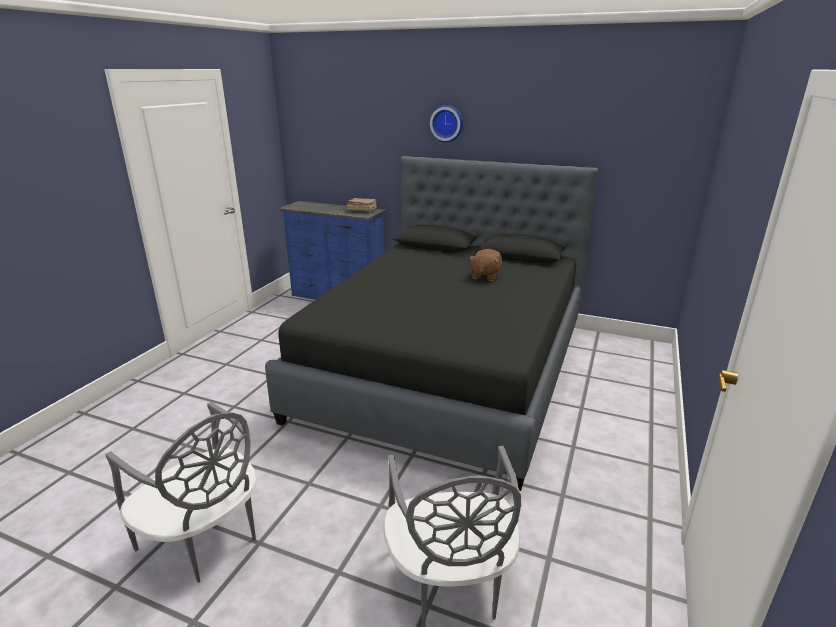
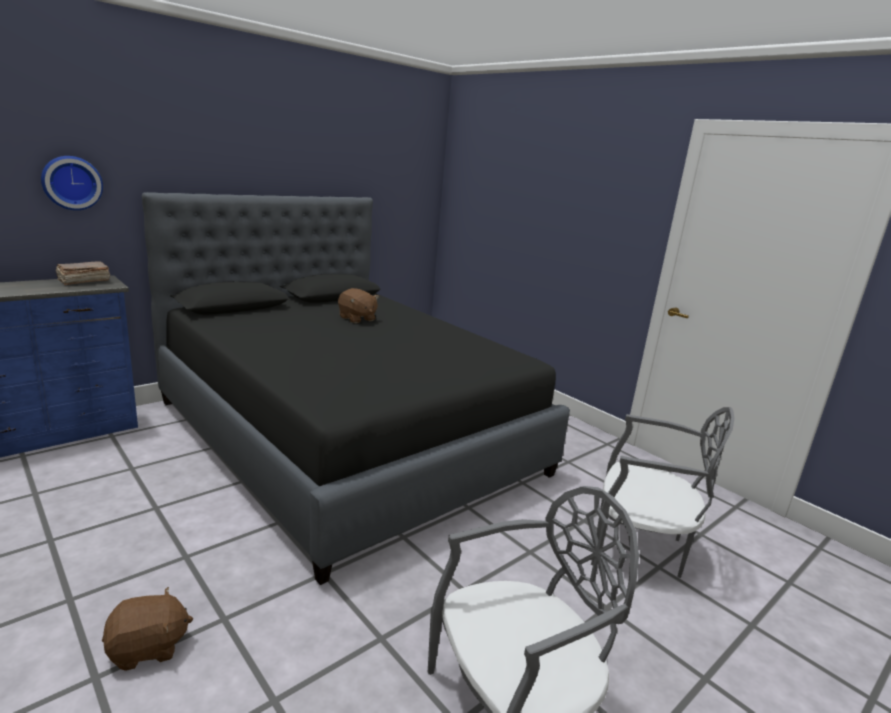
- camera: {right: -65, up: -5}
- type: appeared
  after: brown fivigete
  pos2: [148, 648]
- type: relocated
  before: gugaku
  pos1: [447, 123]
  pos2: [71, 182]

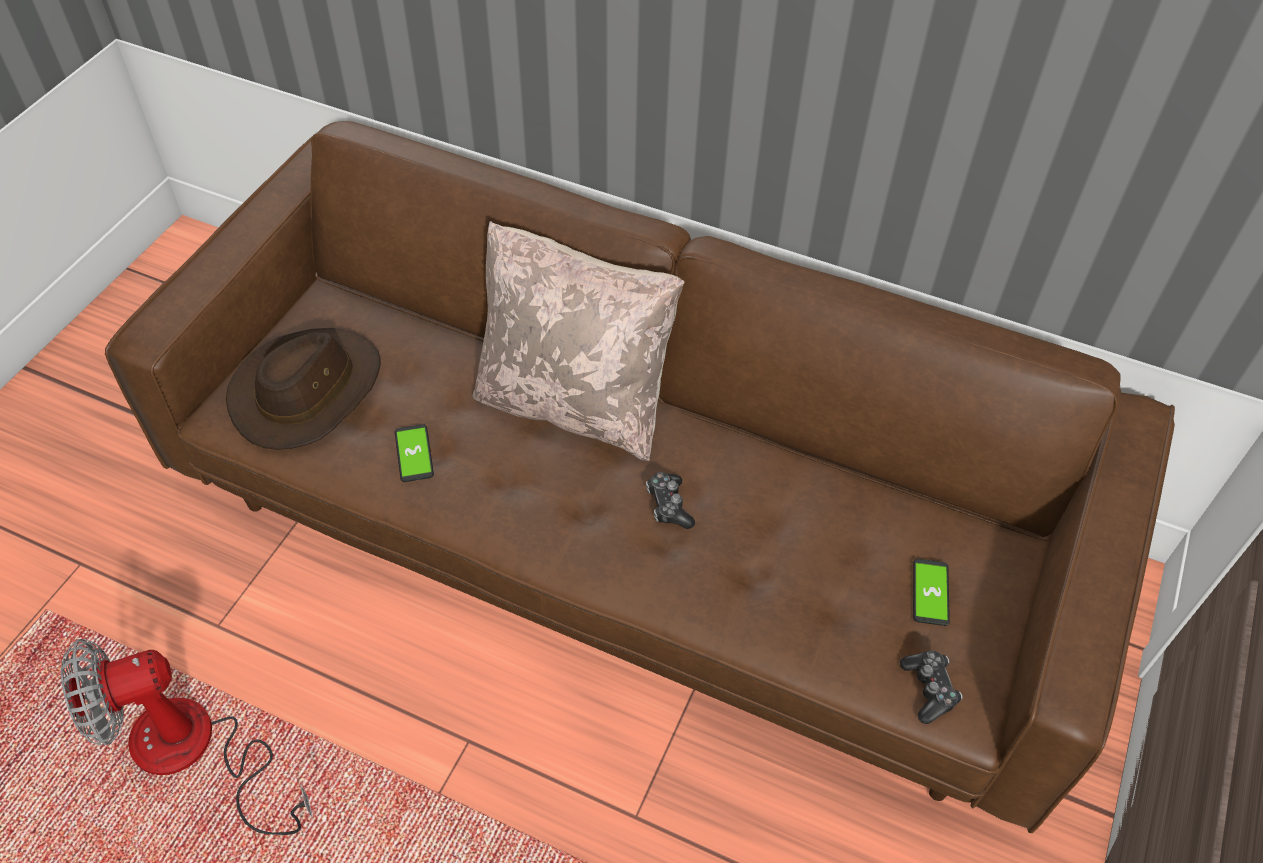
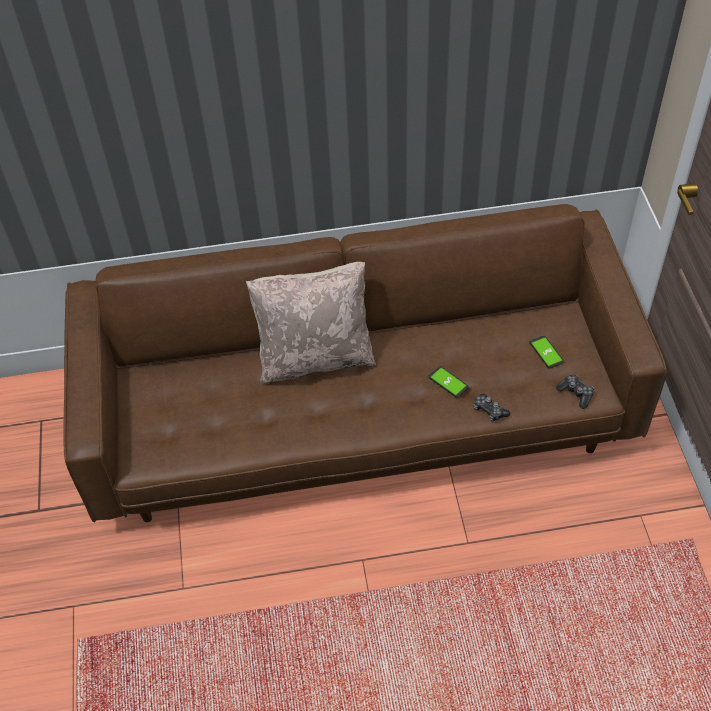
- camera: {right: -30, up: 0}
- type: missing
  before: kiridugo
  pos1: [195, 753]
- type: missing
  before: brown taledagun
  pos1: [307, 391]
- type: relocated
  before: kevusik
  pos1: [414, 454]
  pos2: [448, 382]
- type: relocated
  before: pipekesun
  pos1: [668, 505]
  pos2: [489, 411]

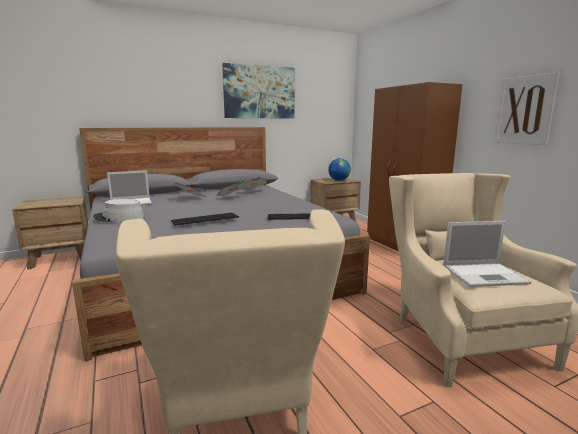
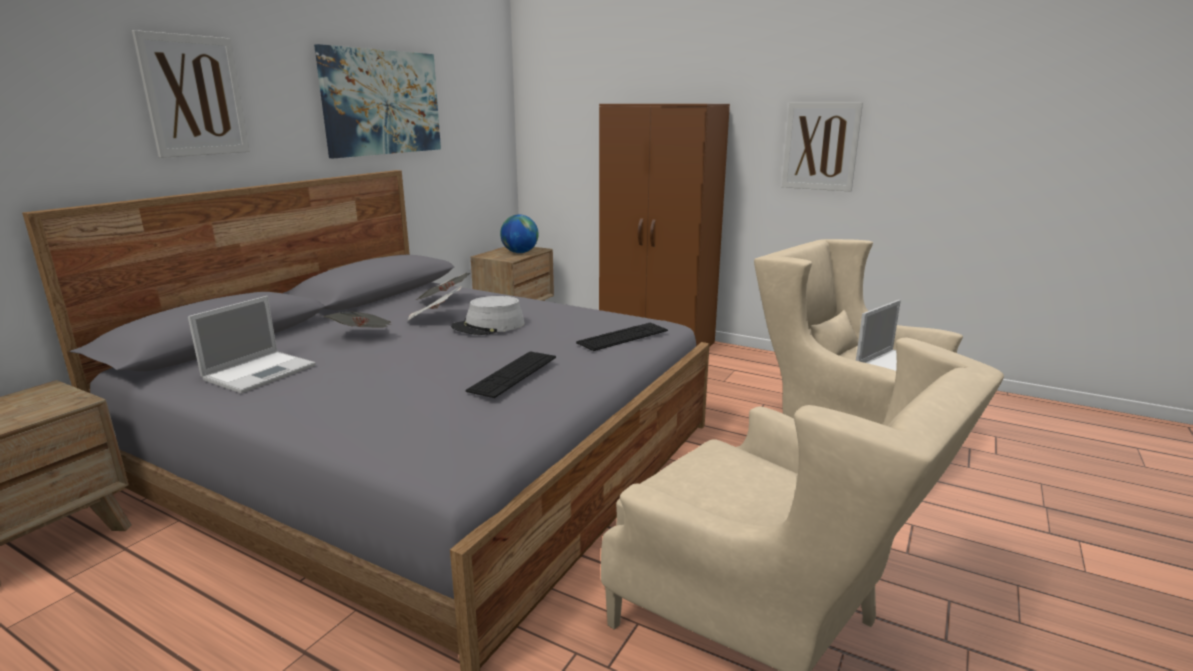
- camera: {right: -35, up: 5}
- type: appeared
  after: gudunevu
  pos2: [194, 96]
- type: relocated
  before: grey taledagun
  pos1: [119, 218]
  pos2: [489, 326]

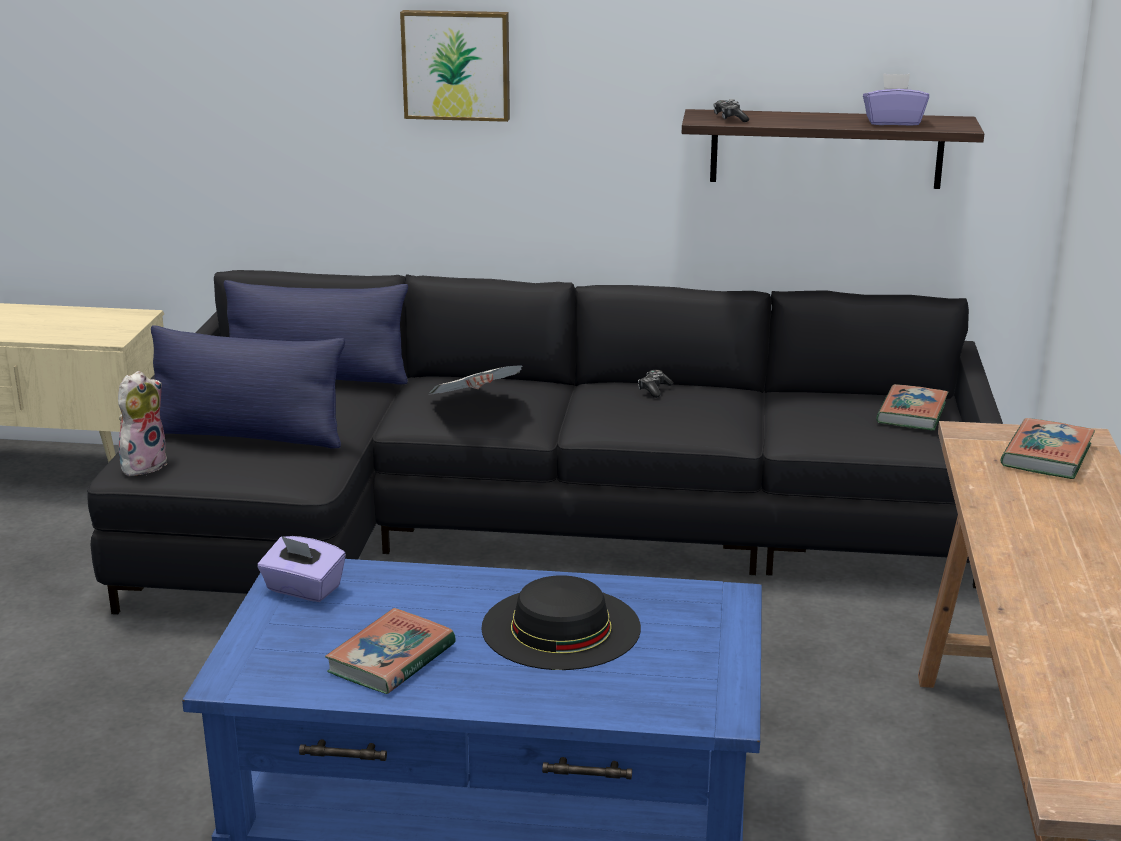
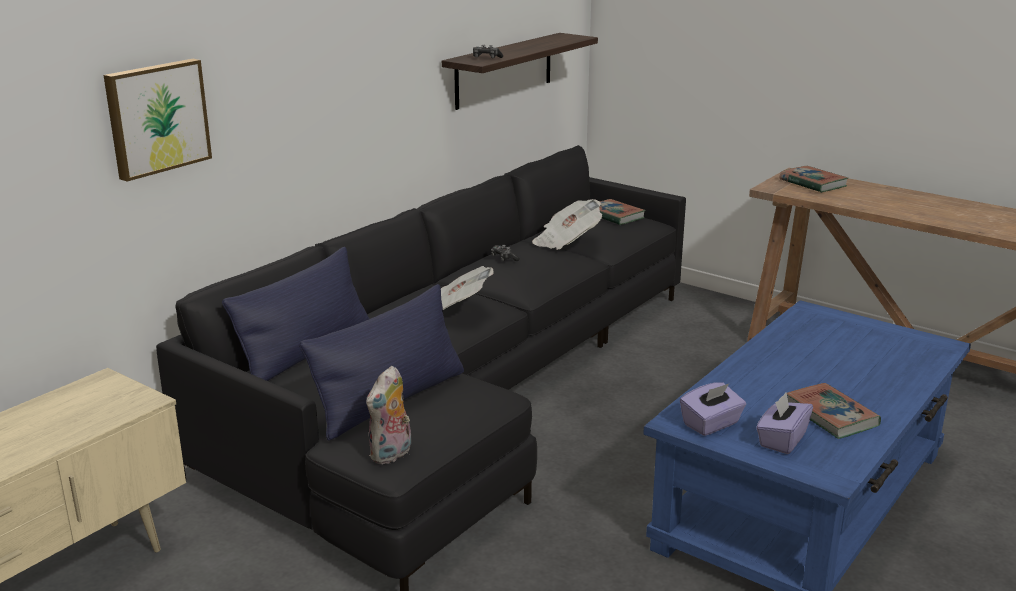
- camera: {right: -60, up: 0}
- type: missing
  before: black taledagun
  pos1: [561, 627]
- type: appeared
  after: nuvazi
  pos2: [566, 242]
- type: relocated
  before: gudunevu
  pos1: [456, 64]
  pos2: [156, 117]
- type: relocated
  before: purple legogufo
  pos1: [893, 122]
  pos2: [781, 440]
- type: spun
  before: fivigete
  pos1: [143, 464]
  pos2: [392, 454]
  turn: -120

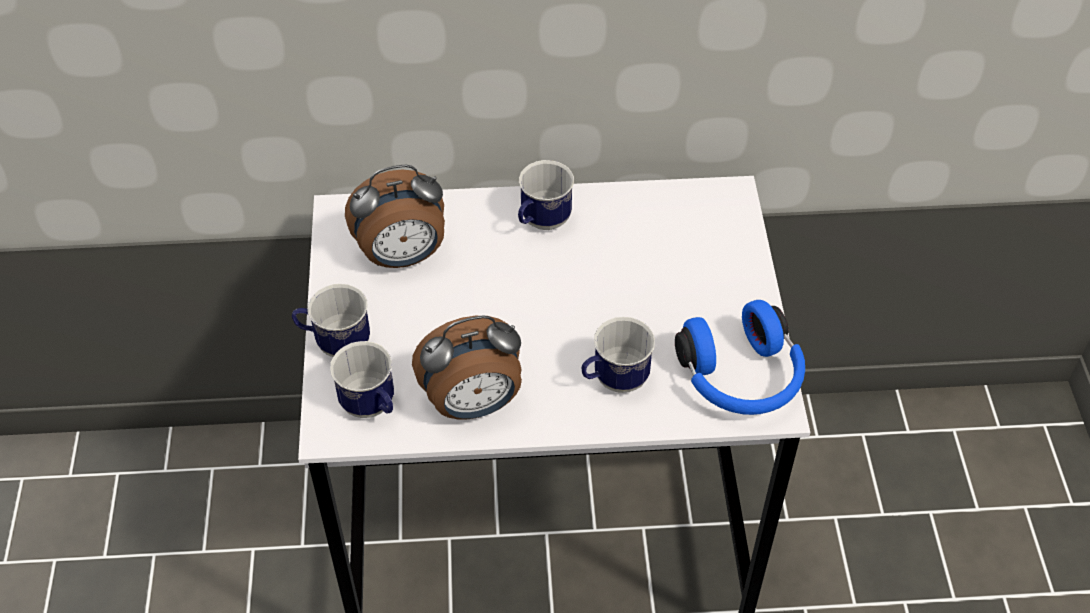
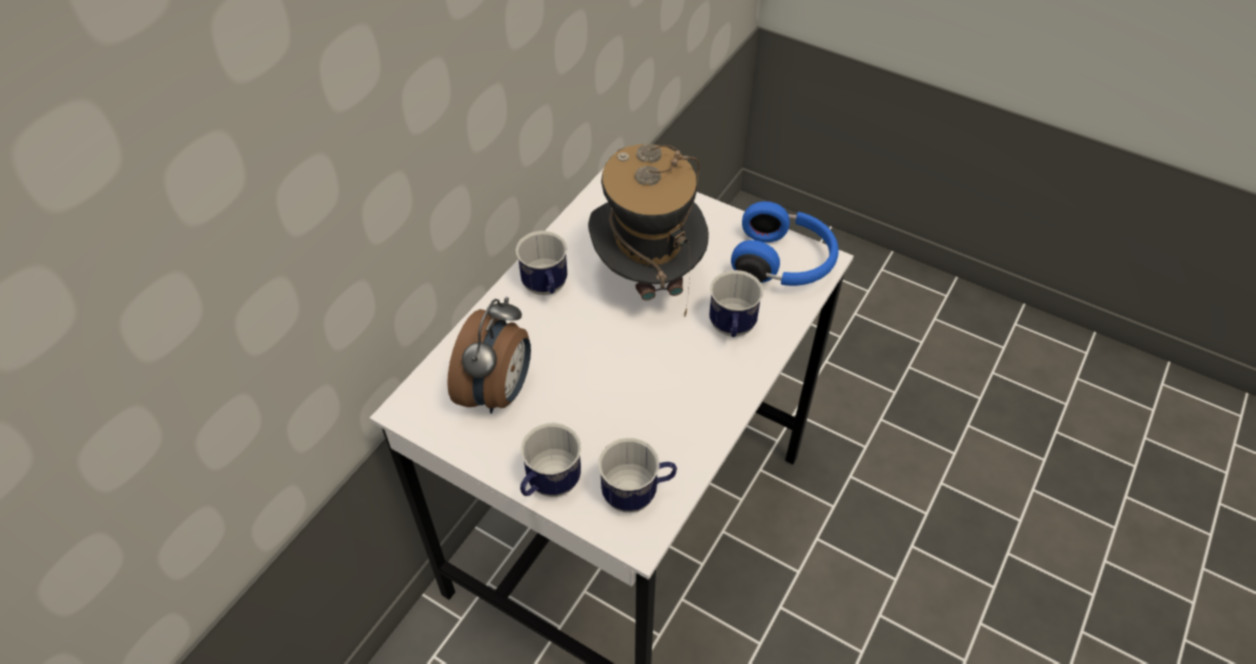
- camera: {right: -55, up: 0}
- type: missing
  before: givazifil
  pos1: [473, 404]
- type: appeared
  after: taledagun
  pos2: [647, 279]

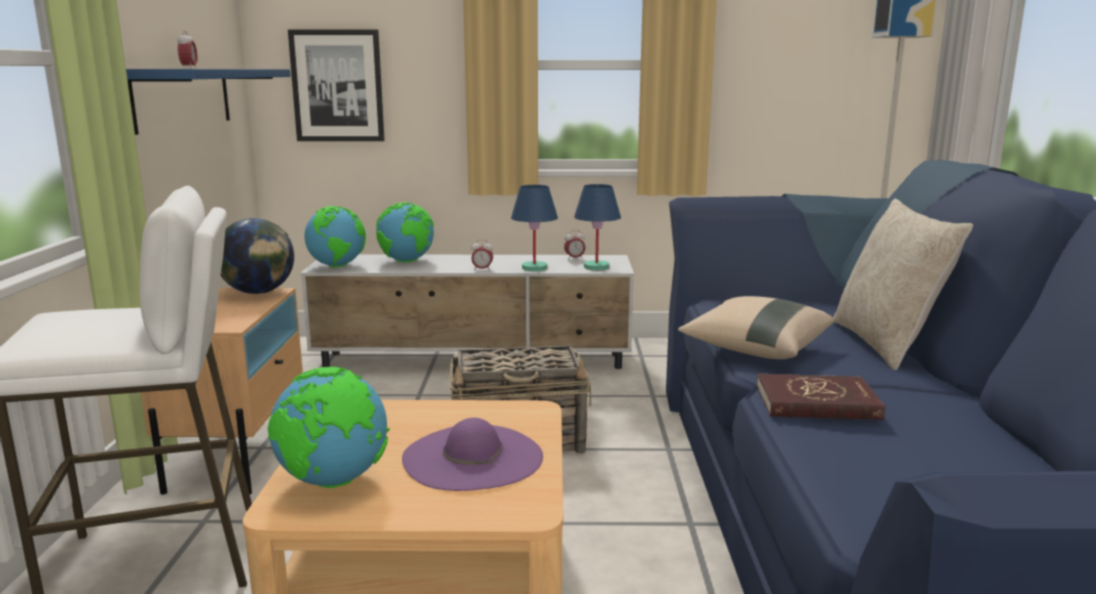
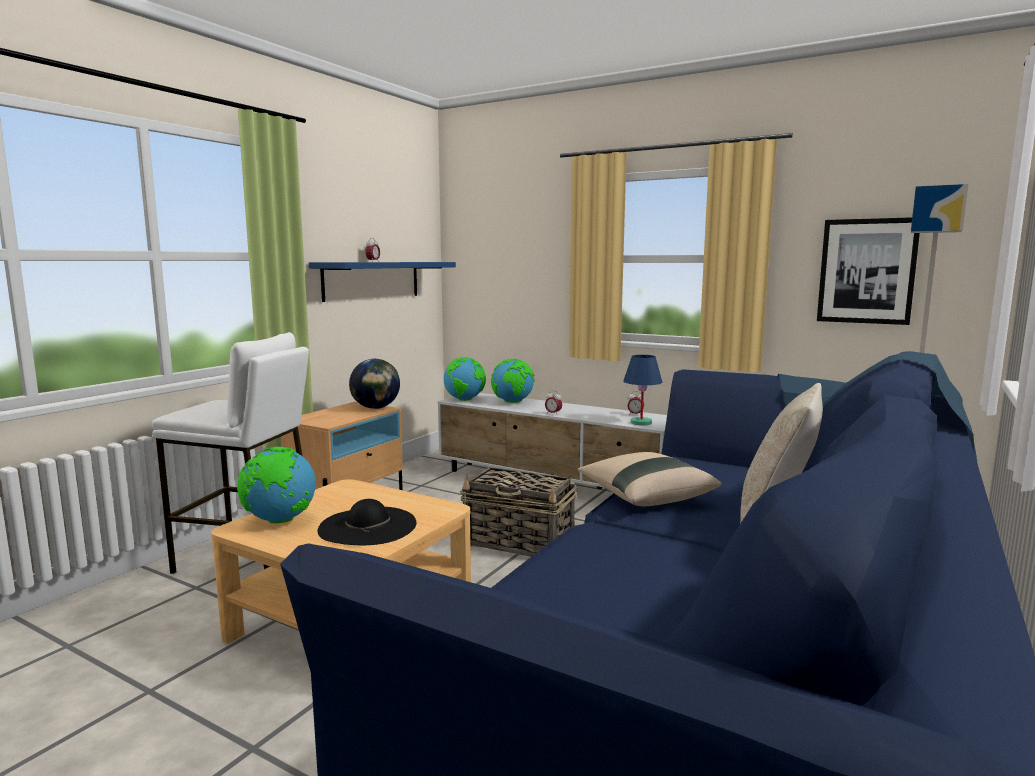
- camera: {right: 30, up: -5}
- type: missing
  before: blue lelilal
  pos1: [535, 268]
- type: missing
  before: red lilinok
  pos1: [817, 402]
- type: relocated
  before: gudunevu
  pos1: [337, 86]
  pos2: [866, 271]
- type: colour
  before: purple taledagun
  after: black taledagun
  pos1: [472, 457]
  pos2: [367, 526]

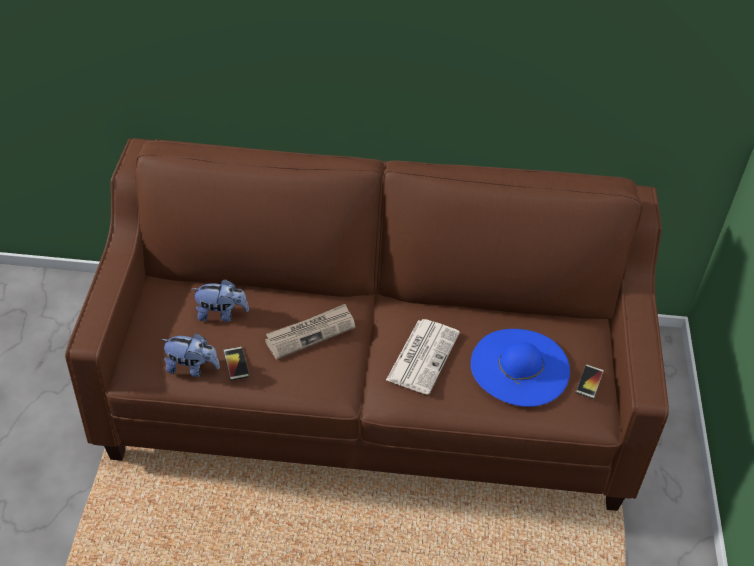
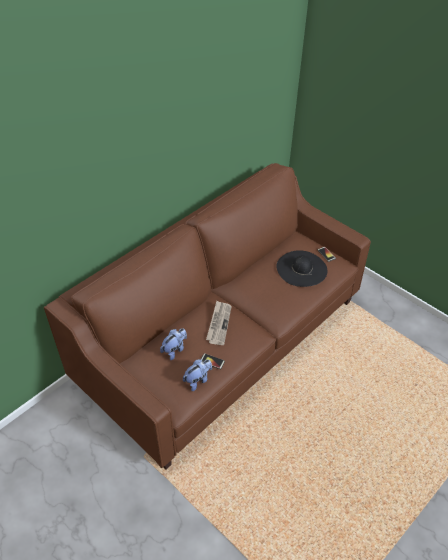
- camera: {right: -50, up: 0}
- type: missing
  before: nuvazi
  pos1: [423, 355]
- type: colour
  before: blue taledagun
  after: black taledagun
  pos1: [520, 367]
  pos2: [301, 268]

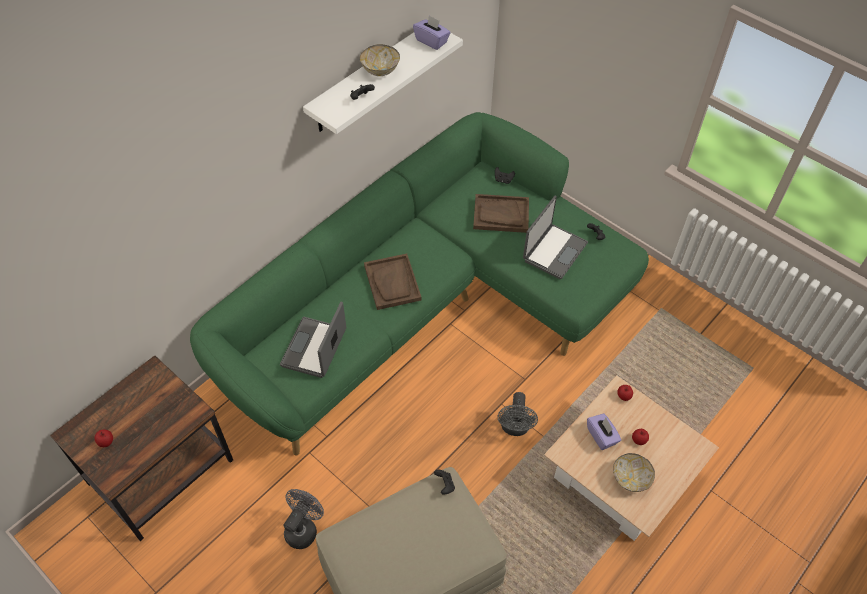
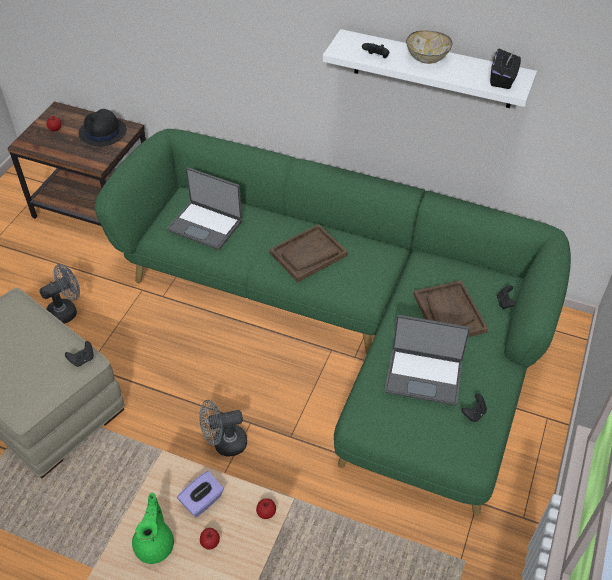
- camera: {right: 70, up: -5}
- type: appeared
  after: black taledagun
  pos2: [102, 133]
- type: exchanged
  before: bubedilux
  after: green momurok
  pos1: [630, 478]
  pos2: [155, 544]
- type: colour
  before: purple legogufo
  after: black legogufo
  pos1: [431, 41]
  pos2: [503, 79]
- type: spun
  before: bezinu
  pos1: [315, 348]
  pos2: [206, 225]
  turn: -150
- type: spun
  before: grey kiridugo
  pos1: [303, 528]
  pos2: [66, 311]
  turn: -45

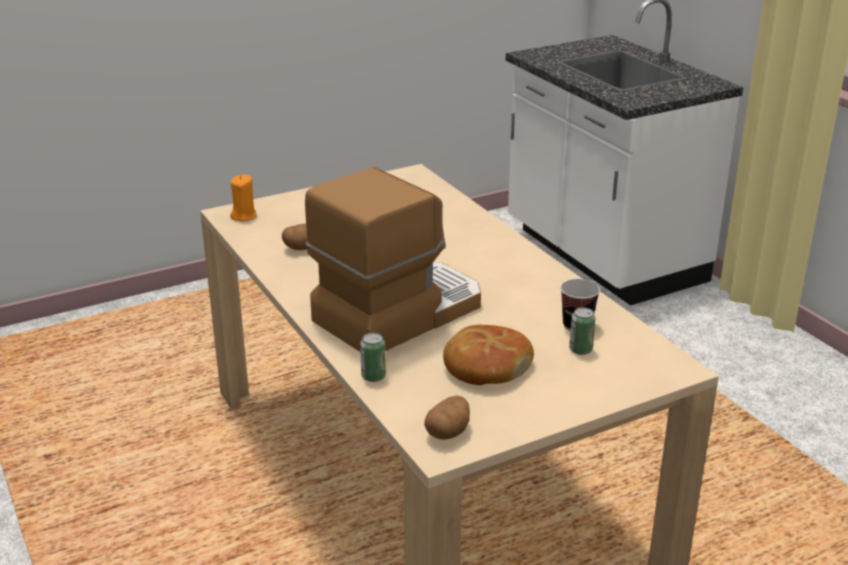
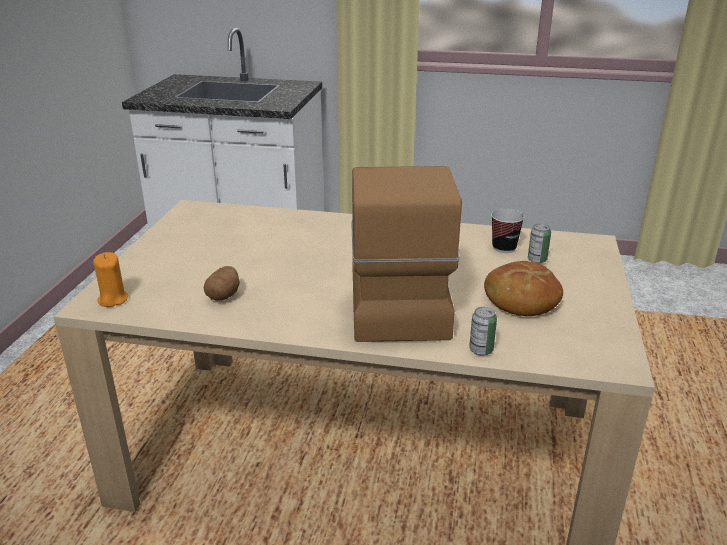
- camera: {right: -50, up: 0}
- type: missing
  before: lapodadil
  pos1: [448, 432]

